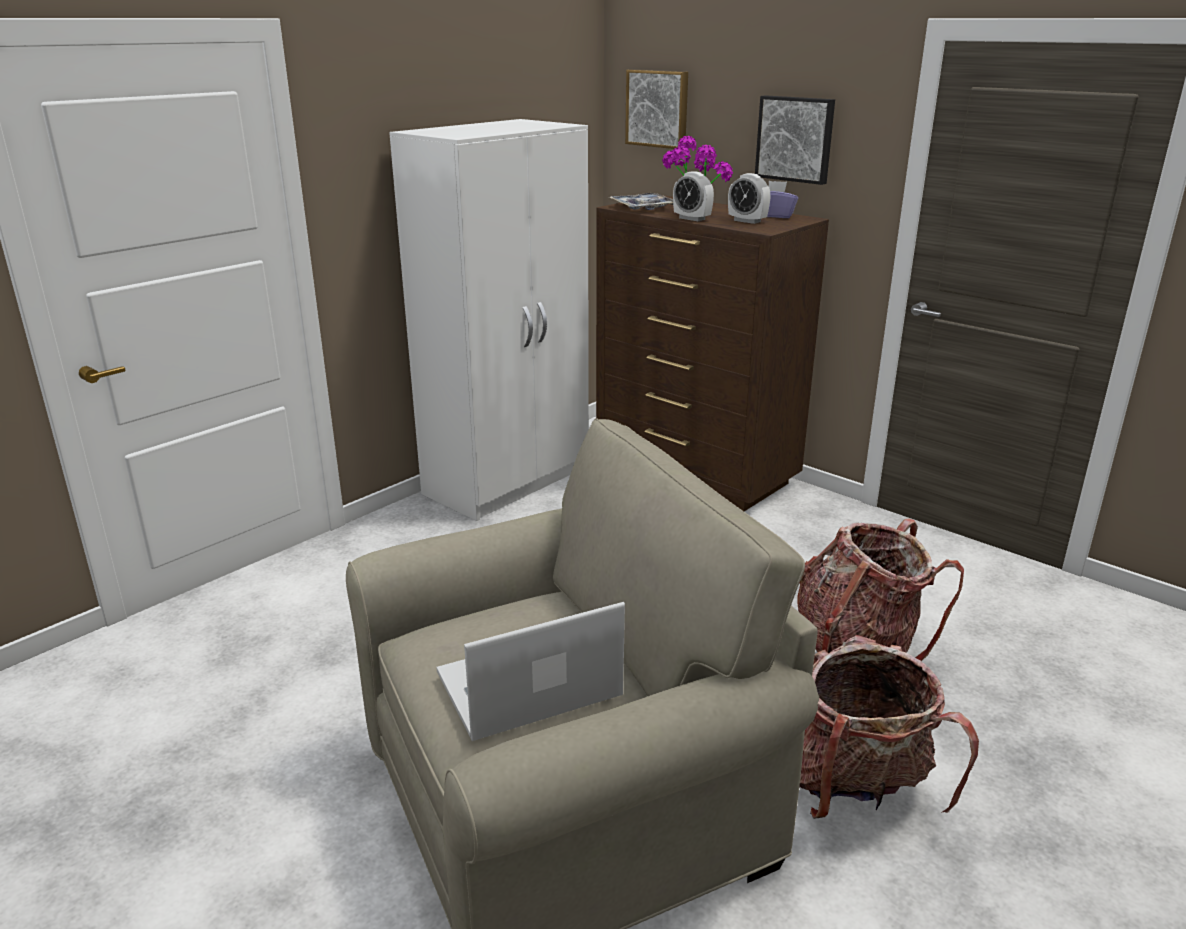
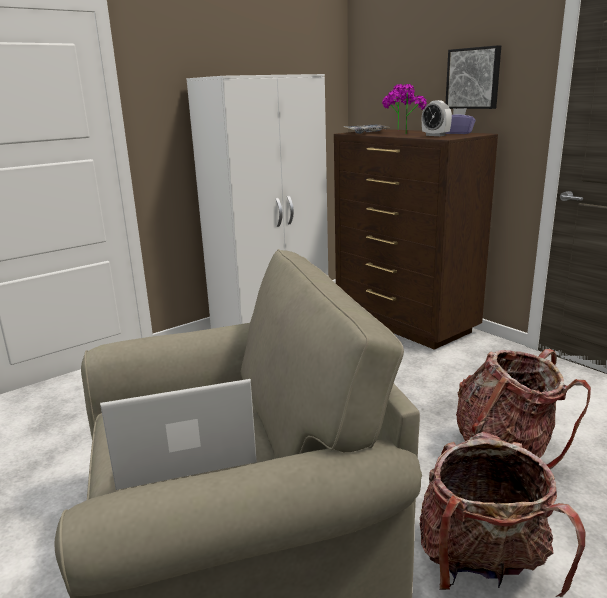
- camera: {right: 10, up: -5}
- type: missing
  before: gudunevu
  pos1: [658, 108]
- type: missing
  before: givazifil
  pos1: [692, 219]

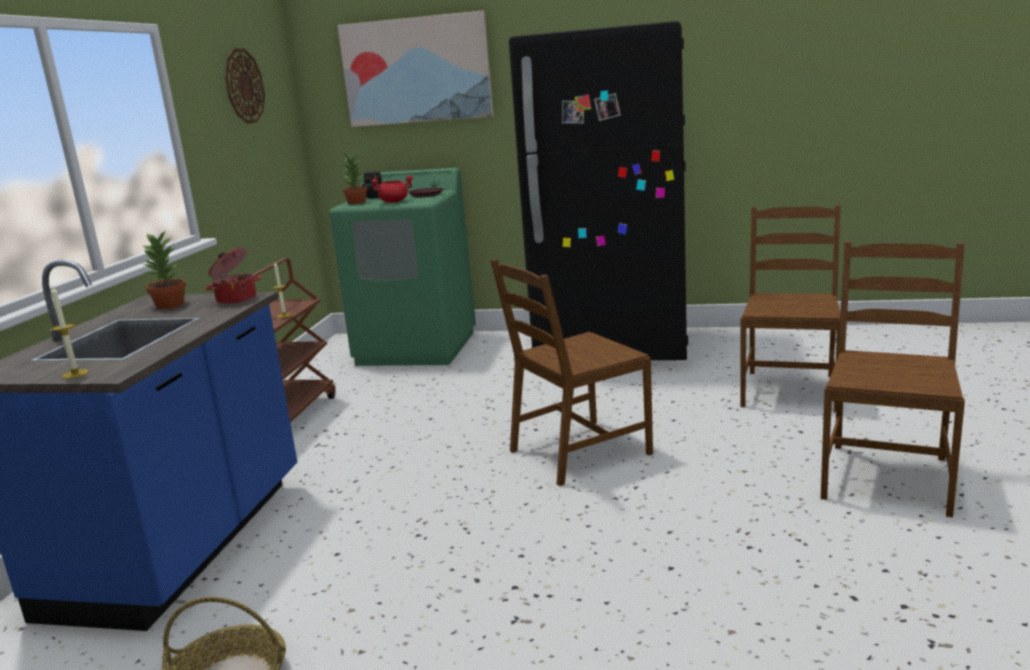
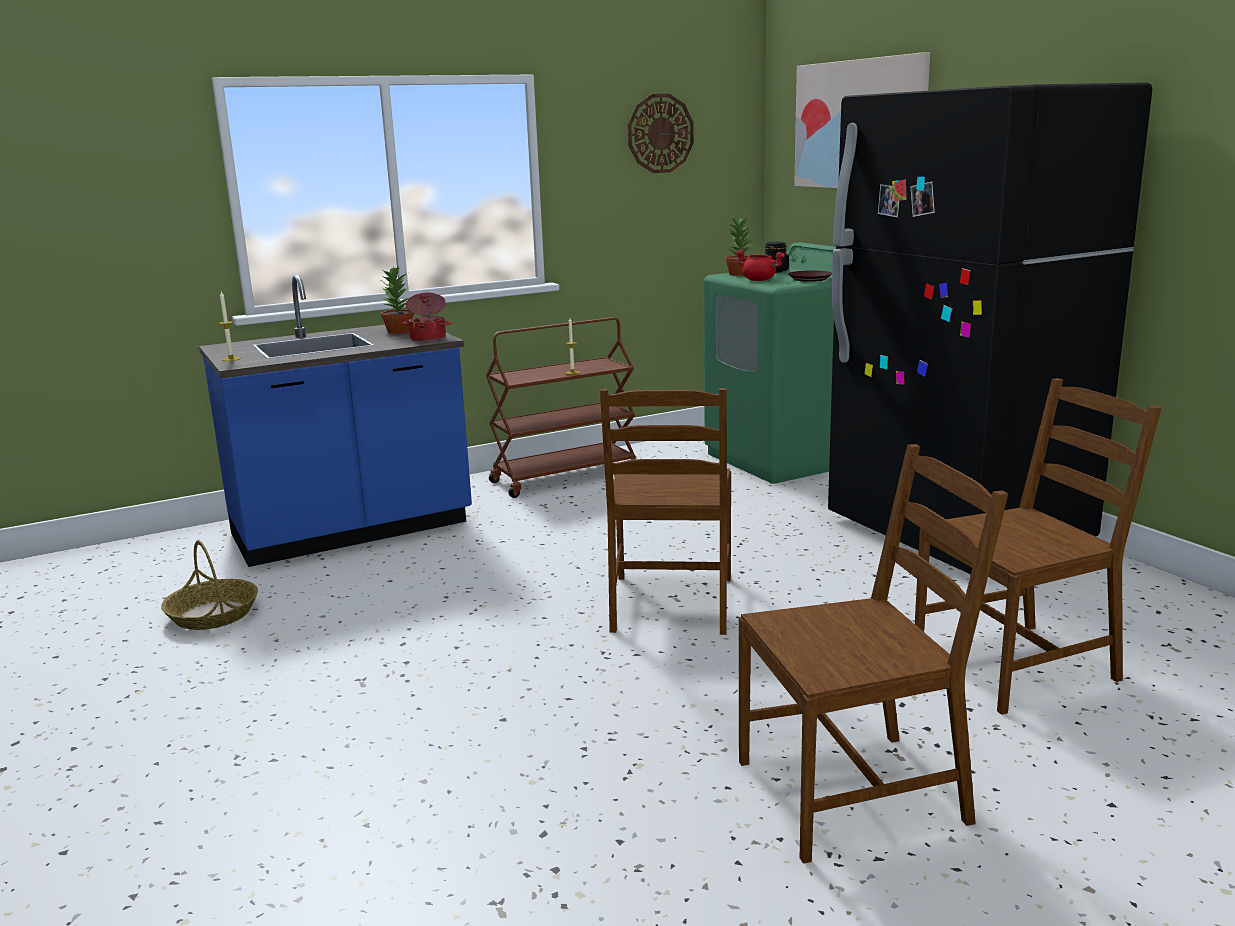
- camera: {right: 50, up: 0}
- type: spun
  before: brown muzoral
  pos1: [578, 452]
  pos2: [671, 604]
  turn: -105

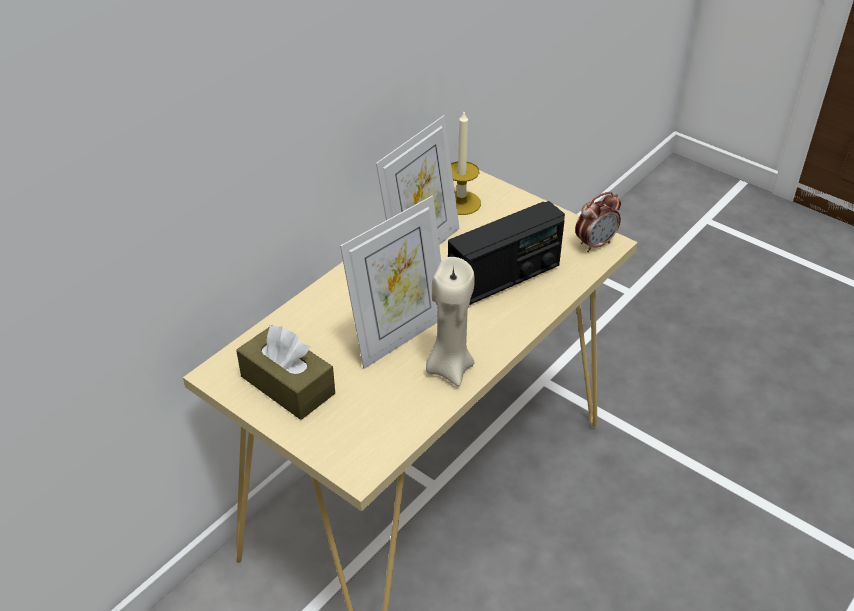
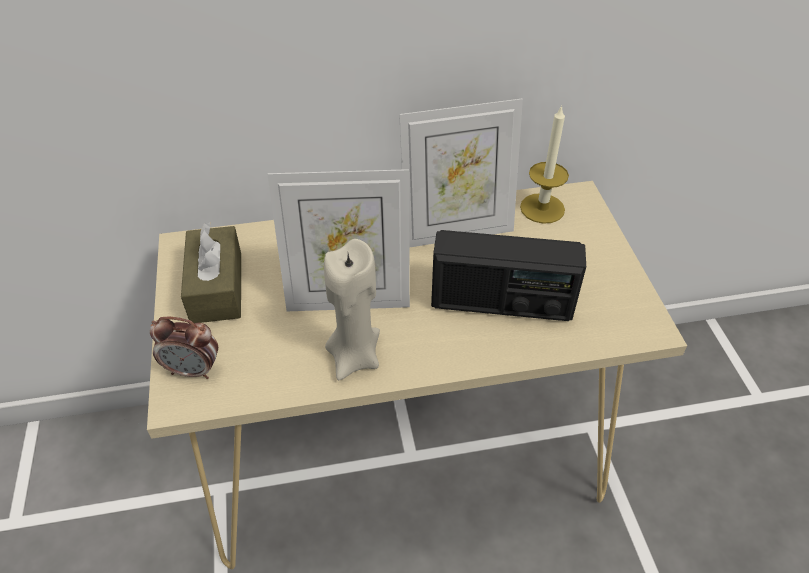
- camera: {right: 40, up: 5}
- type: relocated
  before: givazifil
  pos1: [595, 244]
  pos2: [193, 370]

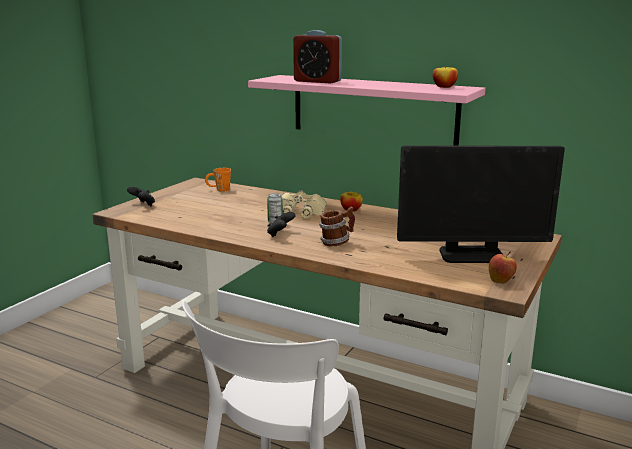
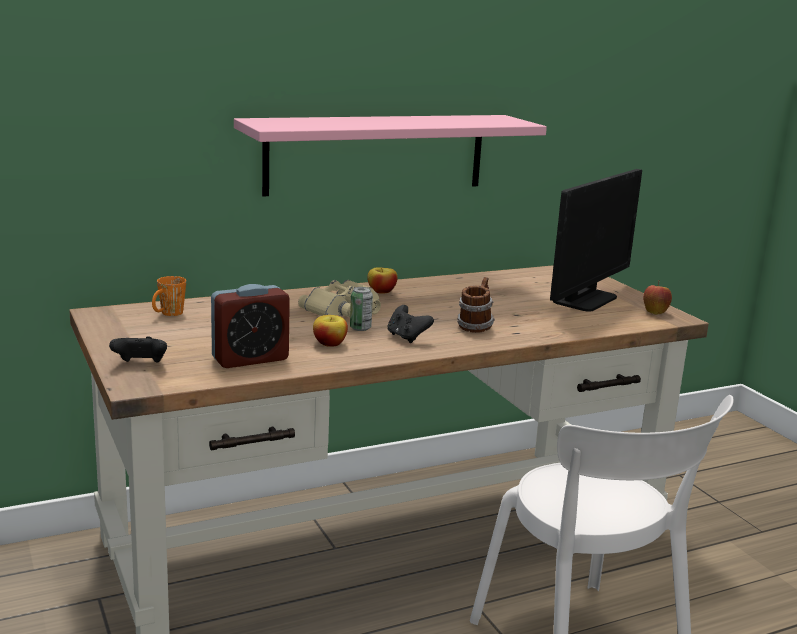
- camera: {right: -55, up: 0}
- type: relocated
  before: givazifil
  pos1: [317, 81]
  pos2: [250, 359]
- type: relocated
  before: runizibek
  pos1: [444, 87]
  pos2: [329, 344]

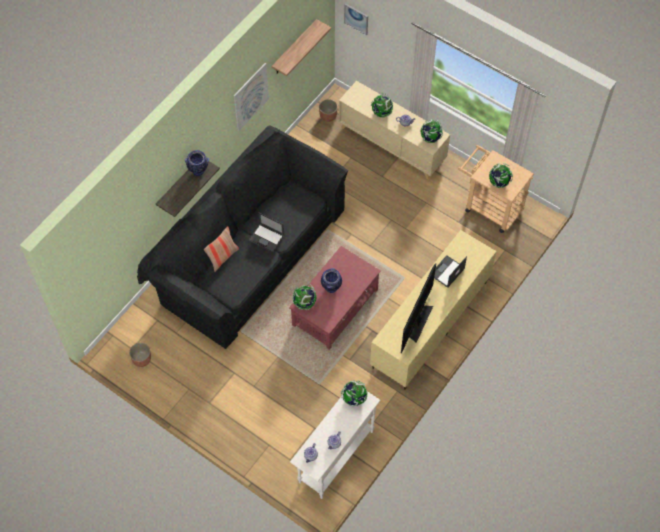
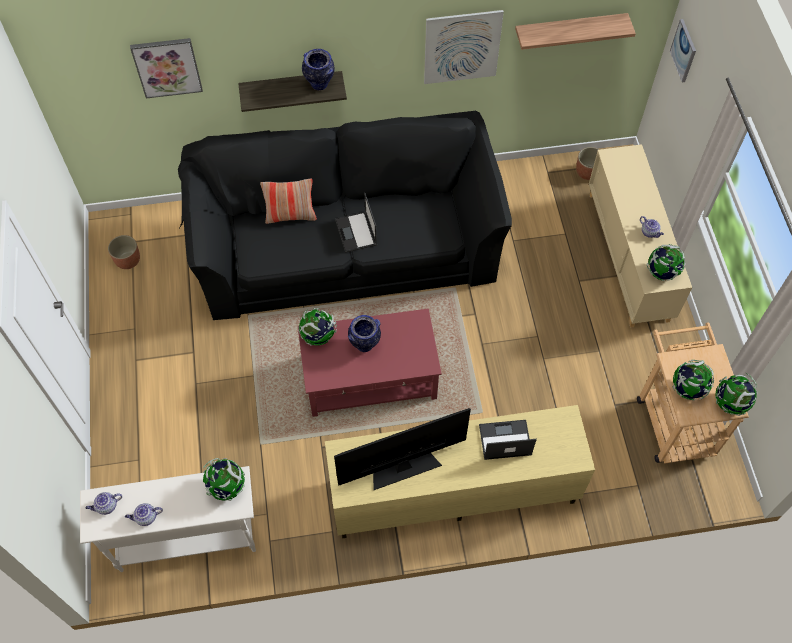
- camera: {right: 45, up: 0}
- type: appeared
  after: gudunevu
  pos2: [167, 67]
- type: relocated
  before: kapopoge
  pos1: [381, 112]
  pos2: [730, 403]

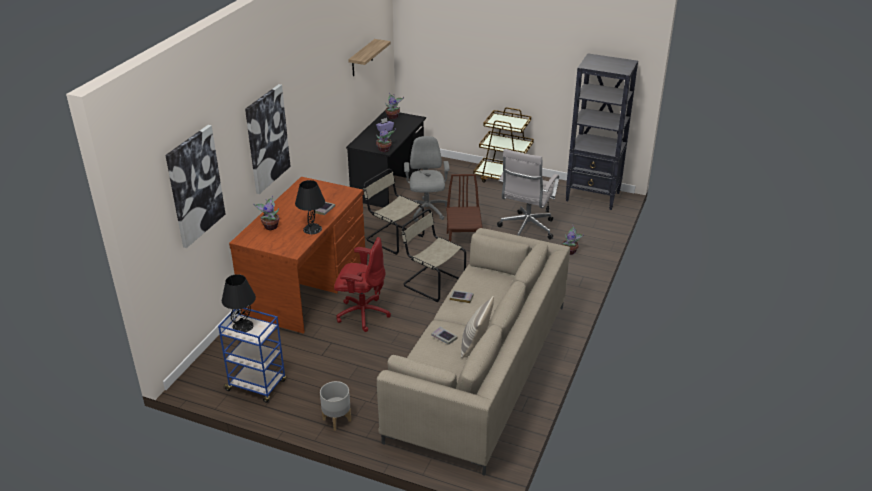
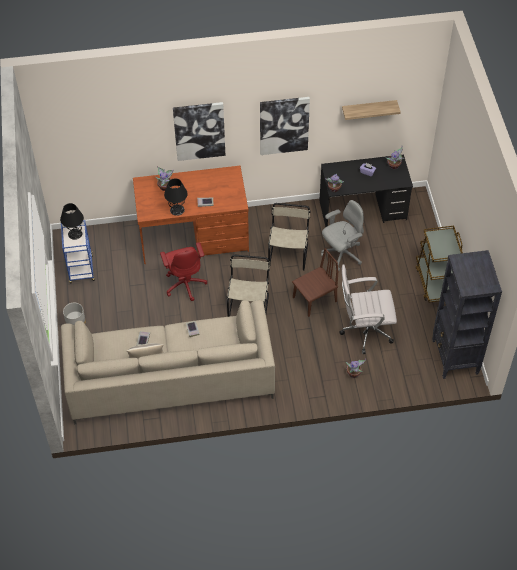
- camera: {right: 60, up: 20}
- type: relocated
  before: gudunevu
  pos1: [195, 186]
  pos2: [284, 125]

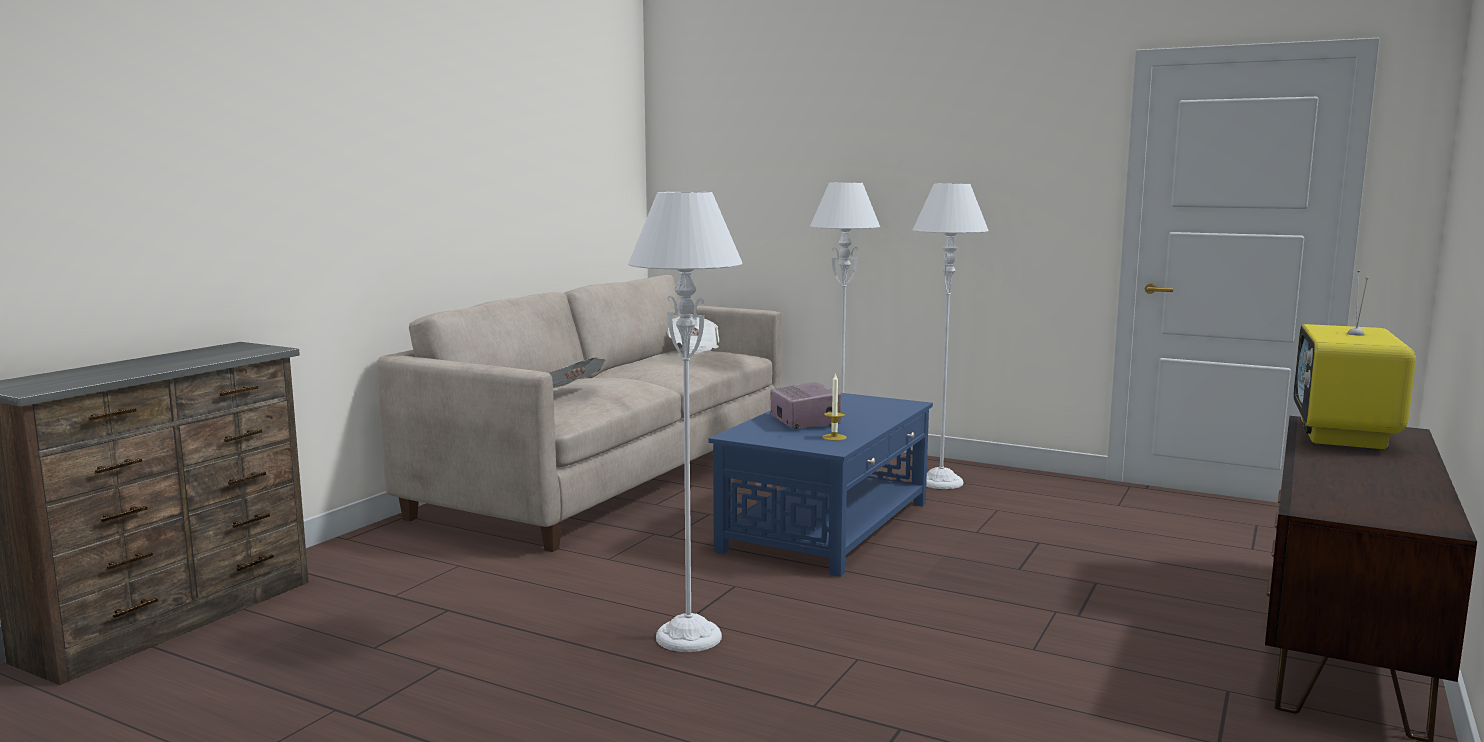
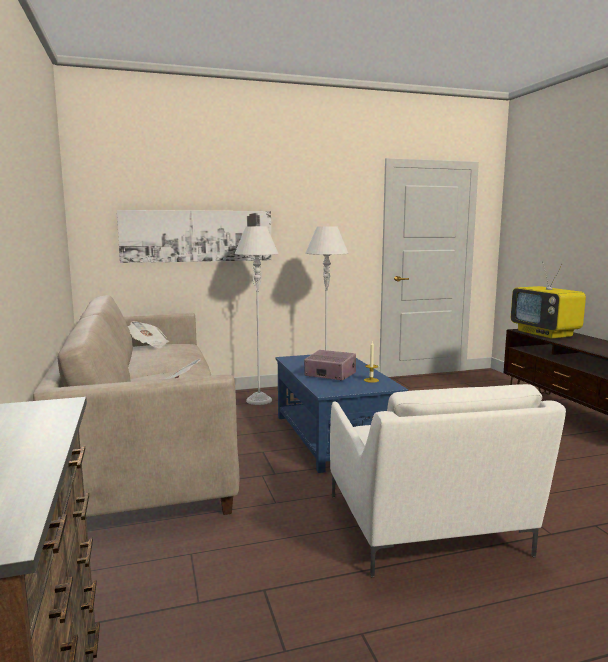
- camera: {right: -45, up: 0}
- type: appeared
  after: gudunevu
  pos2: [197, 236]
- type: exchanged
  before: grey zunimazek
  after: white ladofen
  pos1: [688, 637]
  pos2: [426, 528]

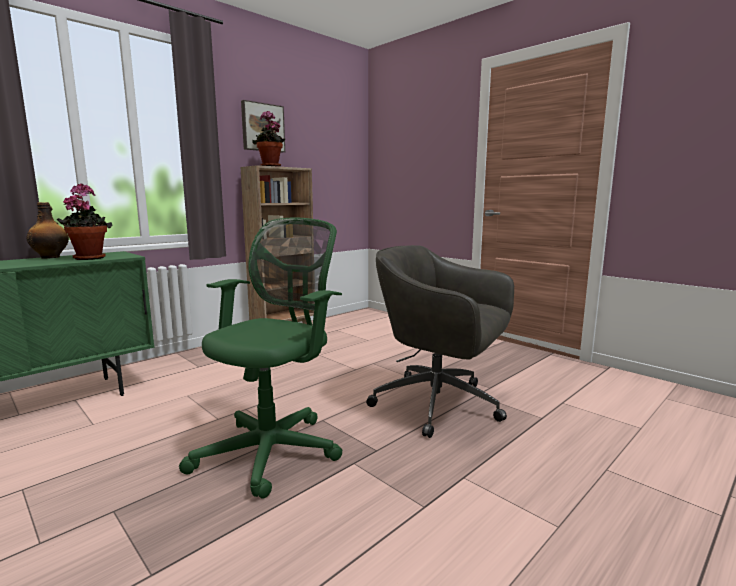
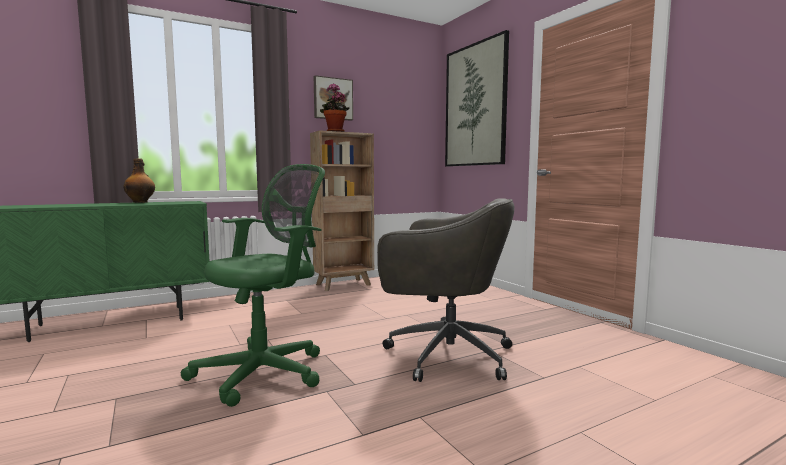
- camera: {right: 15, up: -5}
- type: missing
  before: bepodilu
  pos1: [90, 258]
- type: appeared
  after: gudunevu
  pos2: [475, 105]
- type: spun
  before: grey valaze
  pos1: [440, 405]
  pos2: [444, 355]
  turn: 150

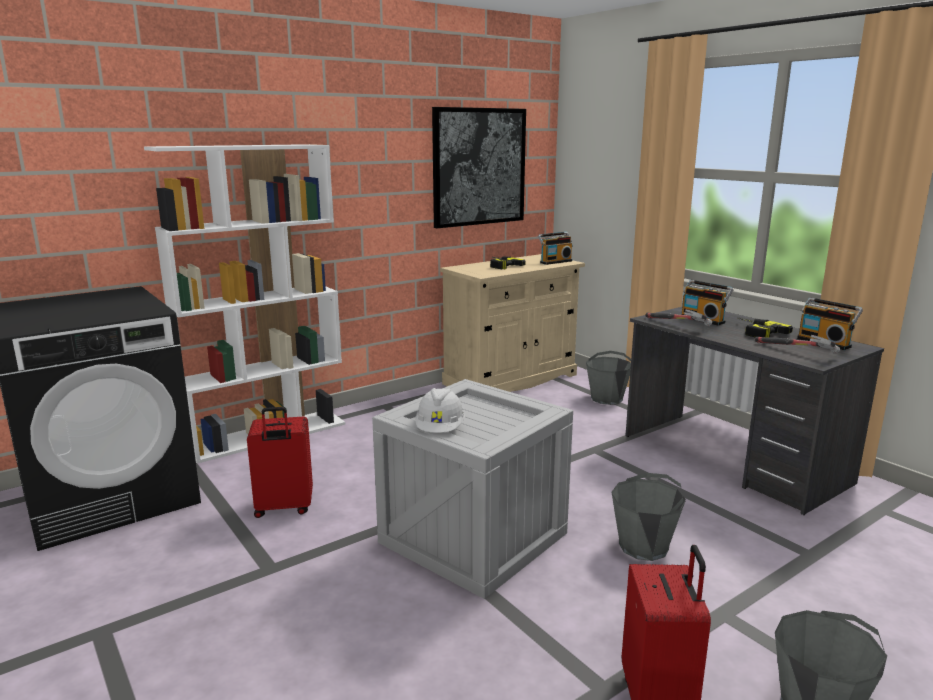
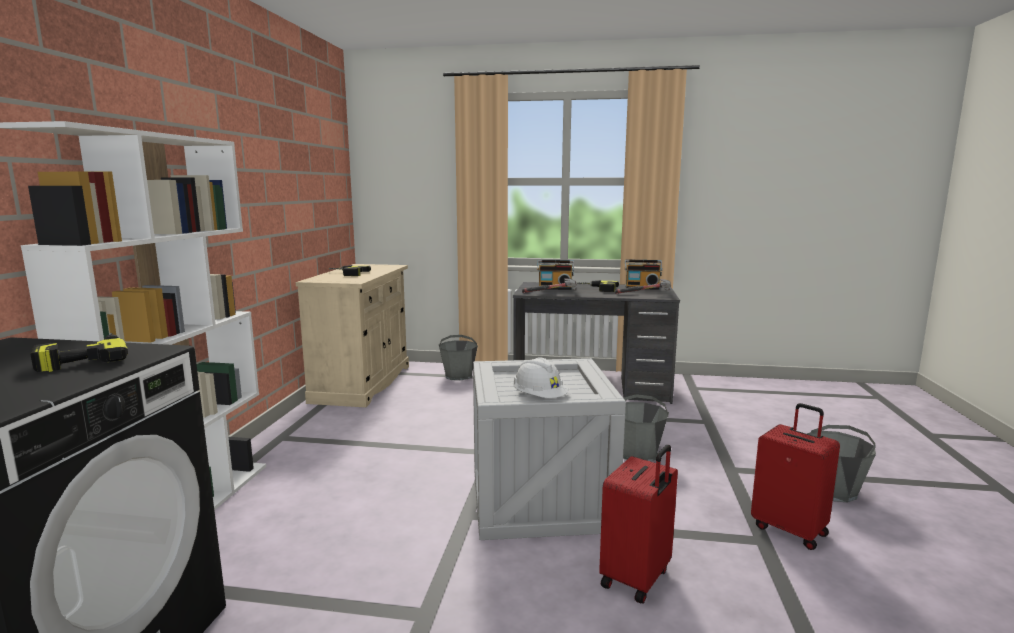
- camera: {right: -45, up: -5}
- type: missing
  before: gudunevu
  pos1: [479, 167]
- type: missing
  before: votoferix
  pos1: [555, 262]
- type: appeared
  after: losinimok
  pos2: [83, 357]
- type: relocated
  before: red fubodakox
  pos1: [284, 508]
  pos2: [637, 578]

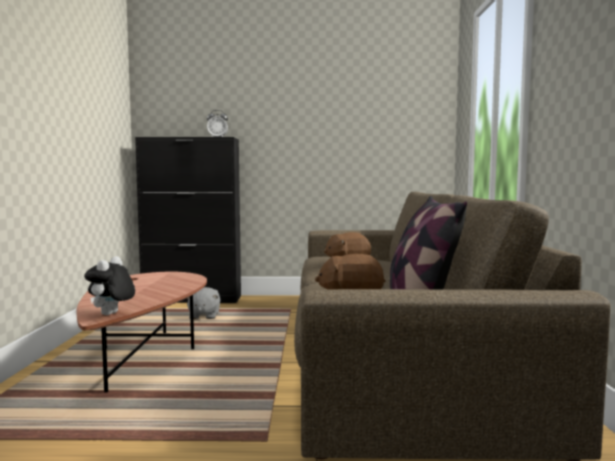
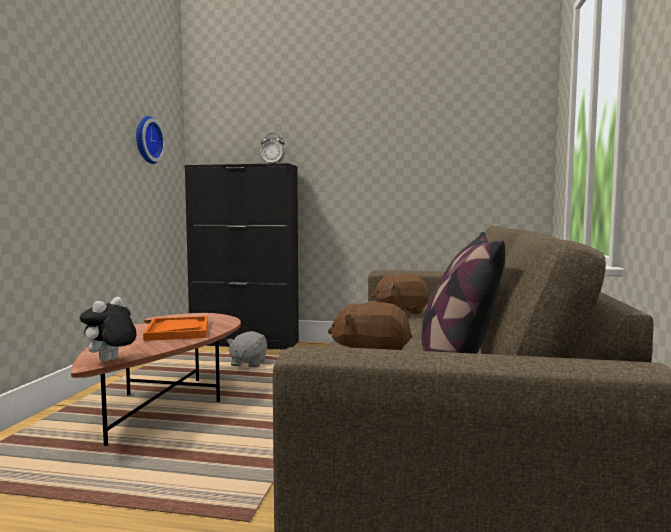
- camera: {right: 10, up: 0}
- type: appeared
  after: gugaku
  pos2: [146, 140]
- type: appeared
  after: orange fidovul
  pos2: [178, 331]

